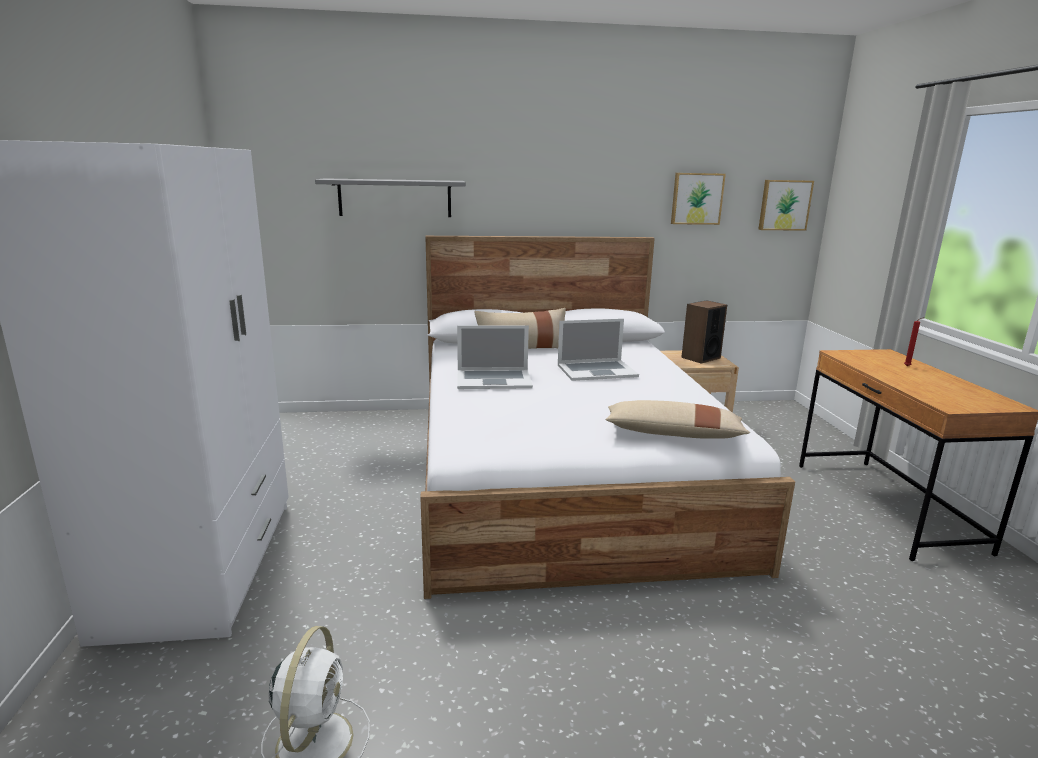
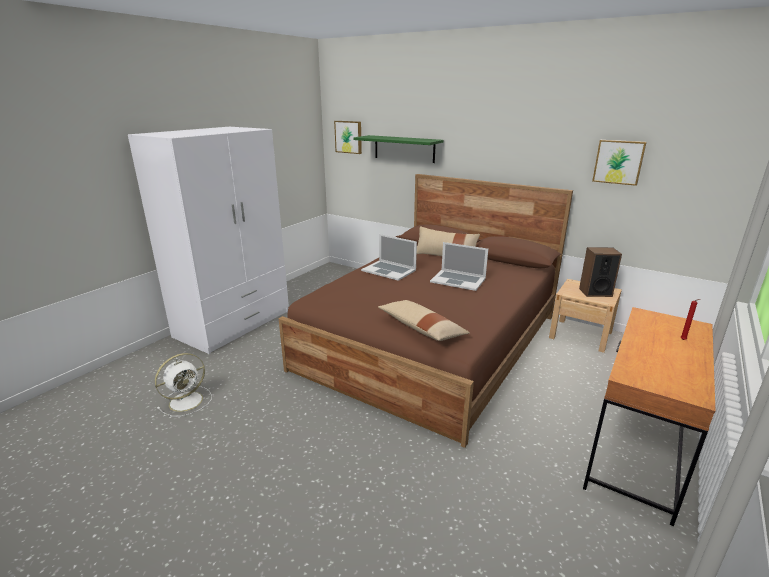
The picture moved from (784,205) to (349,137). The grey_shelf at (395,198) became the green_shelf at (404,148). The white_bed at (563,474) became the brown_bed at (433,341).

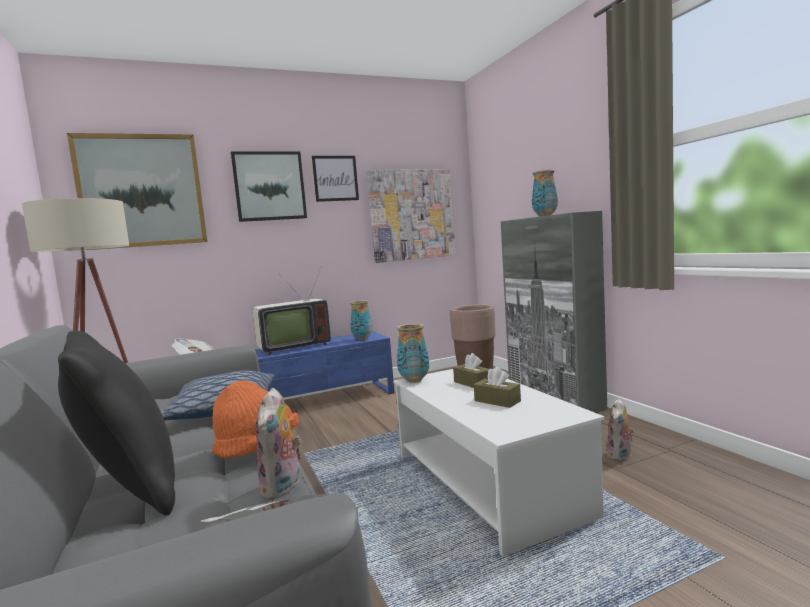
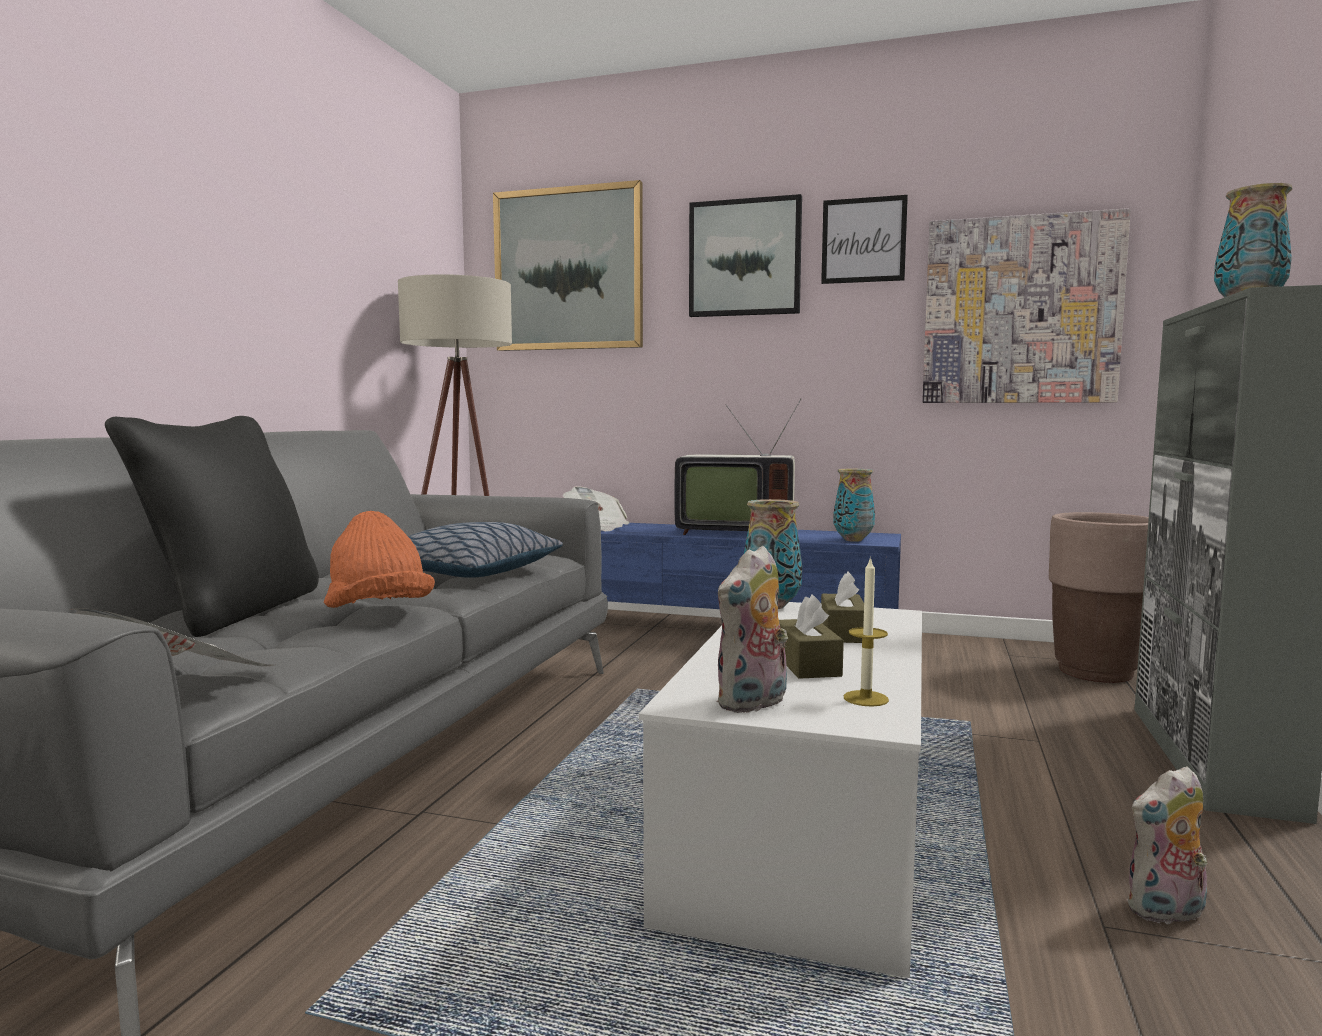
The candle at (866,698) appeared. The plush_toy moved from (283,488) to (753,703).

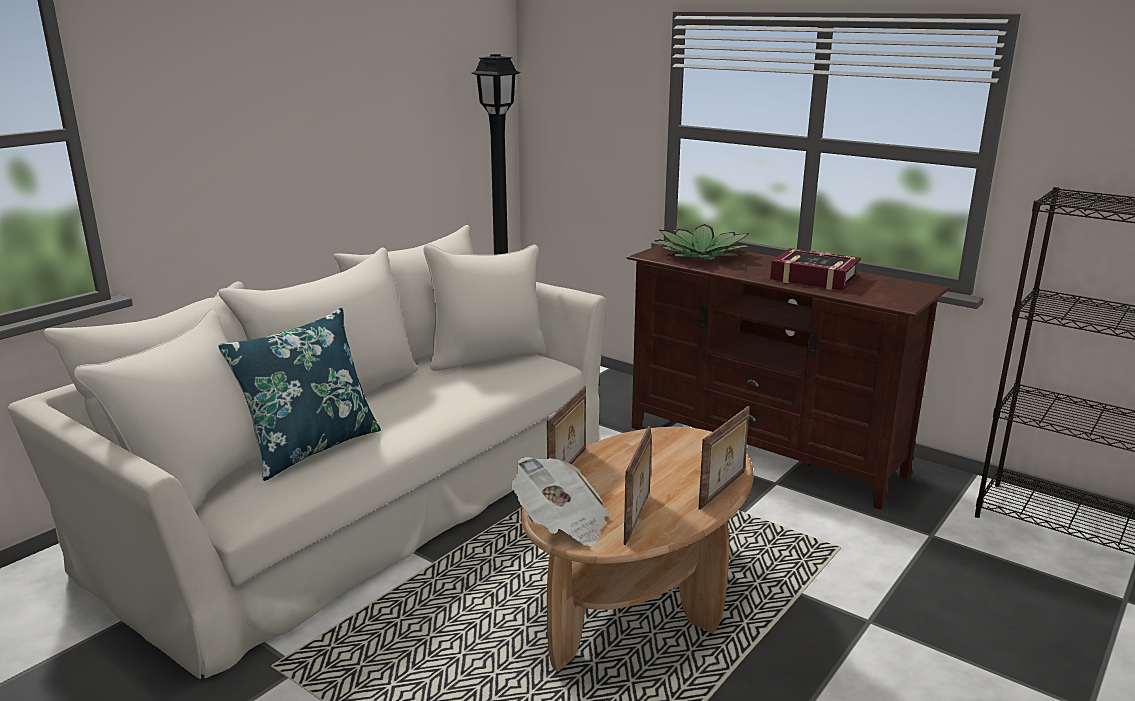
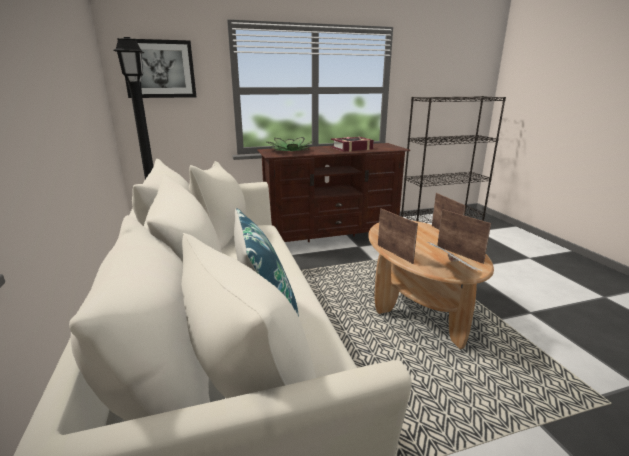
The picture at (159,69) appeared.

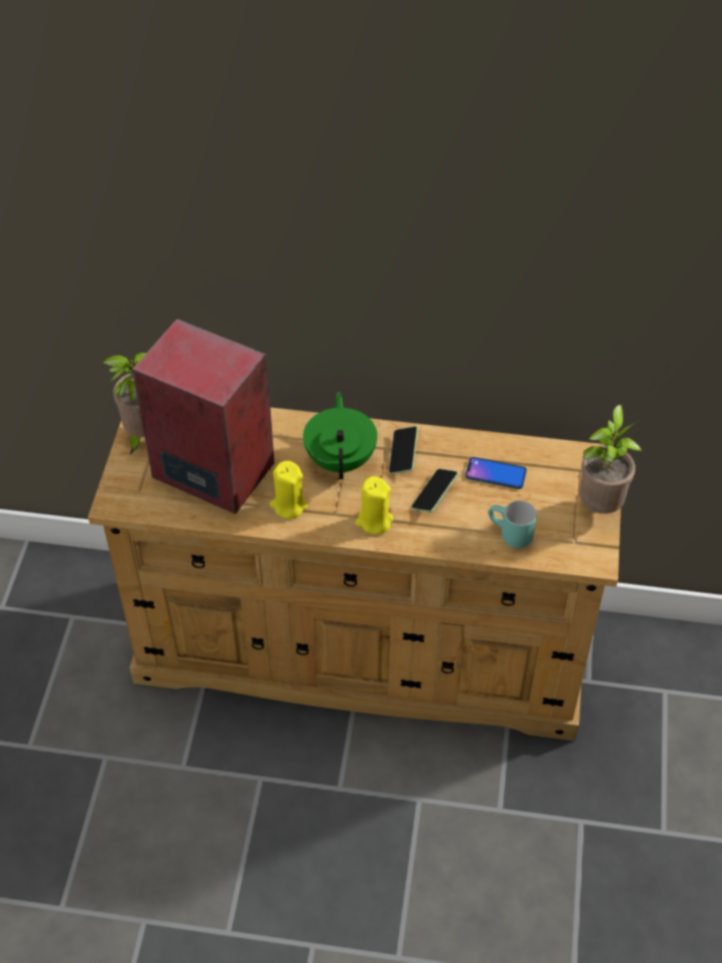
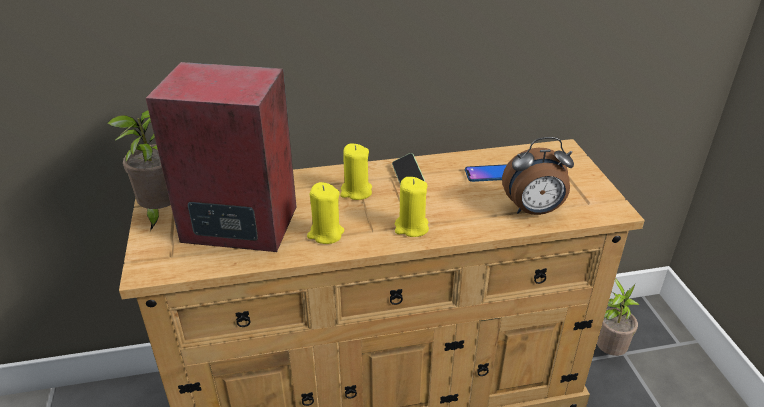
The phone at (434,495) disappeared. The potted_plant moved from (600,505) to (608,351). The green_teapot at (341,459) was replaced by the yellow_candle at (356,192). The turquoise_mug at (509,535) was replaced by the alarm_clock at (533,211).

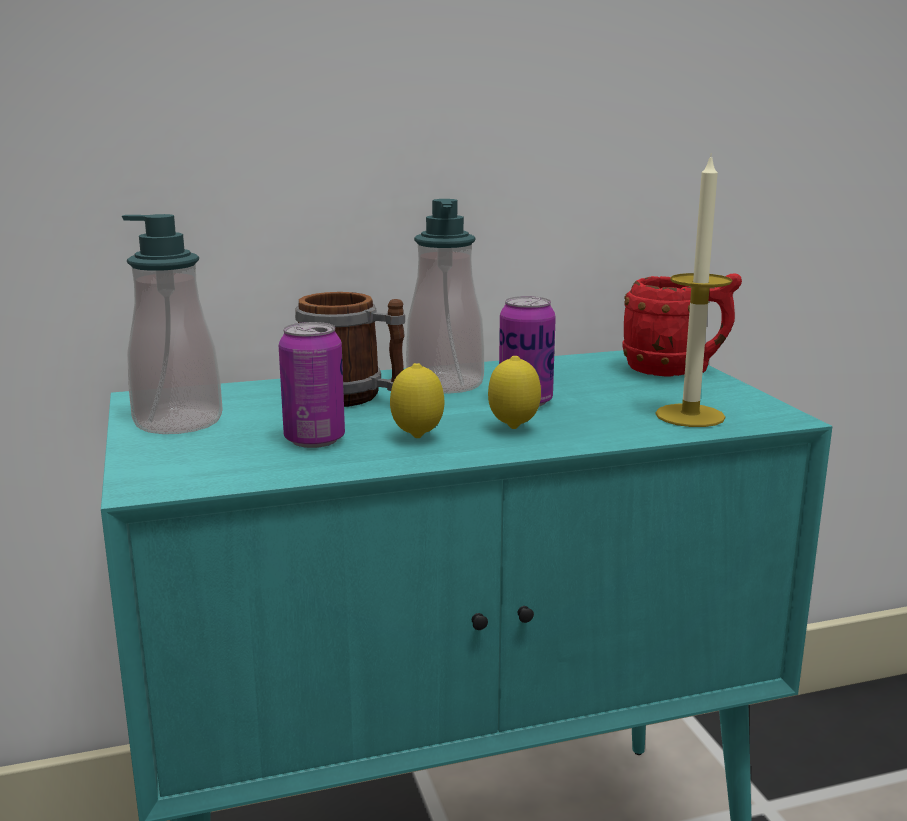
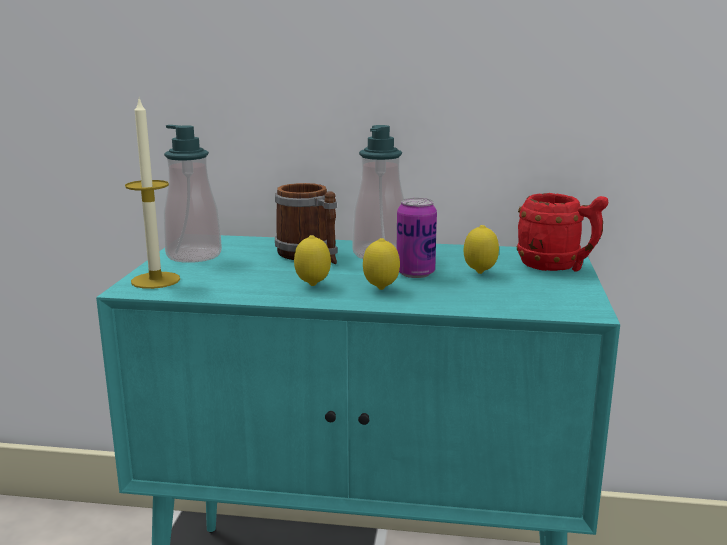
The can at (314,439) disappeared. The lemon at (480,273) appeared. The candle moved from (690,416) to (155,280).

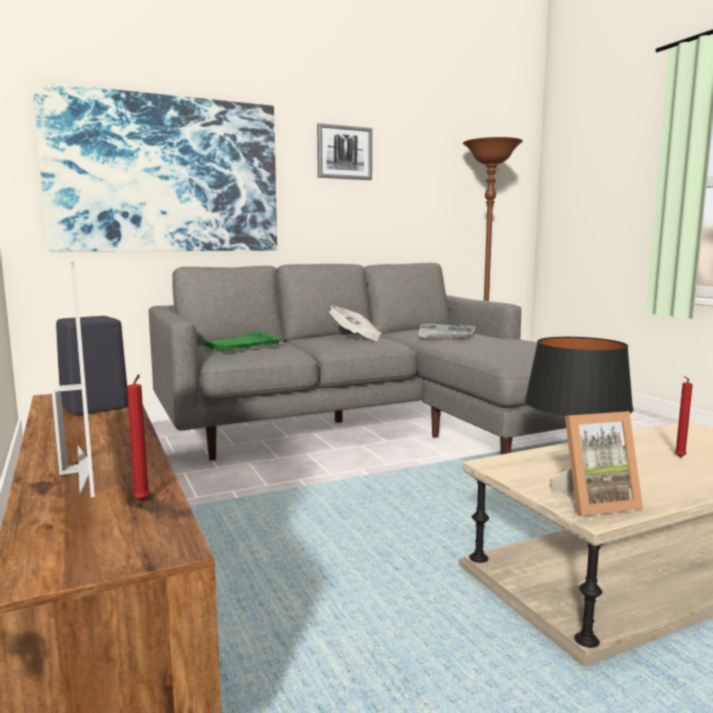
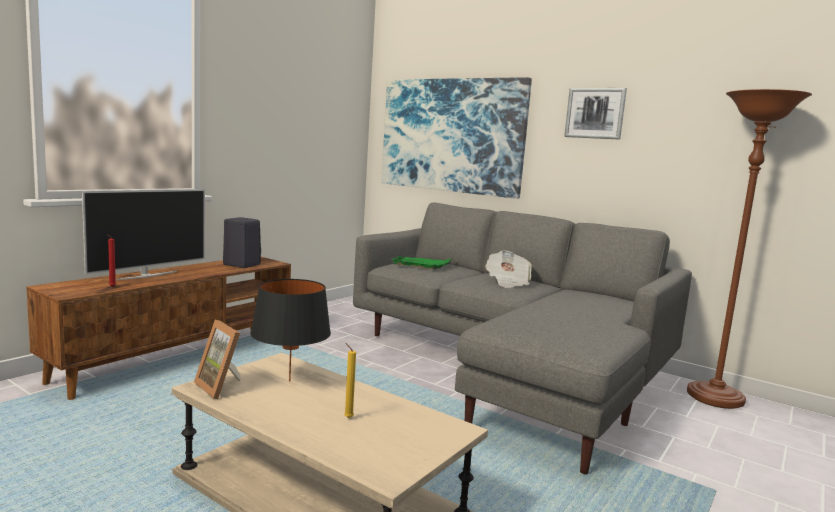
The grey_tray at (446,335) disappeared. The red_candle at (679,457) became the yellow_candle at (347,417).

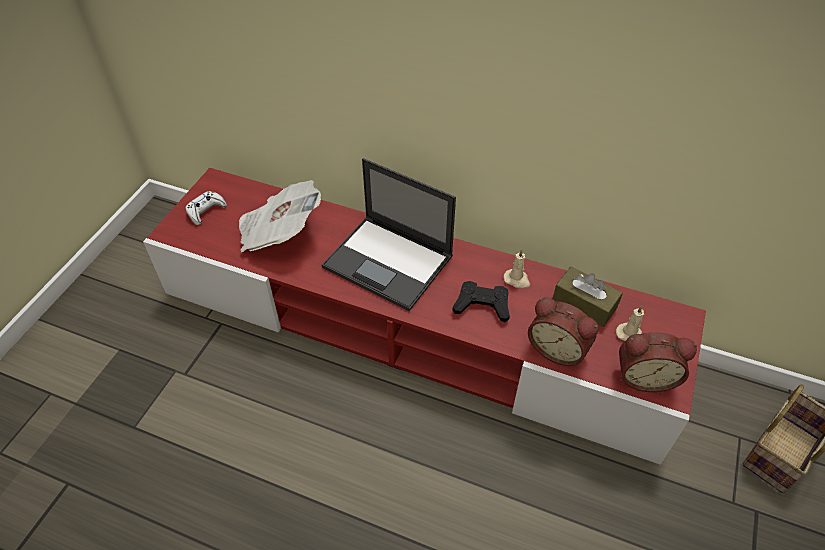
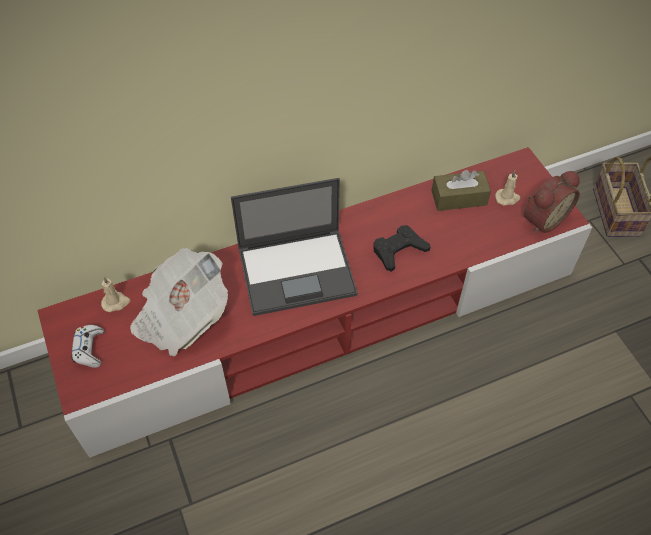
The alarm_clock at (558,348) disappeared. The beige_candle moved from (517,280) to (116,302).

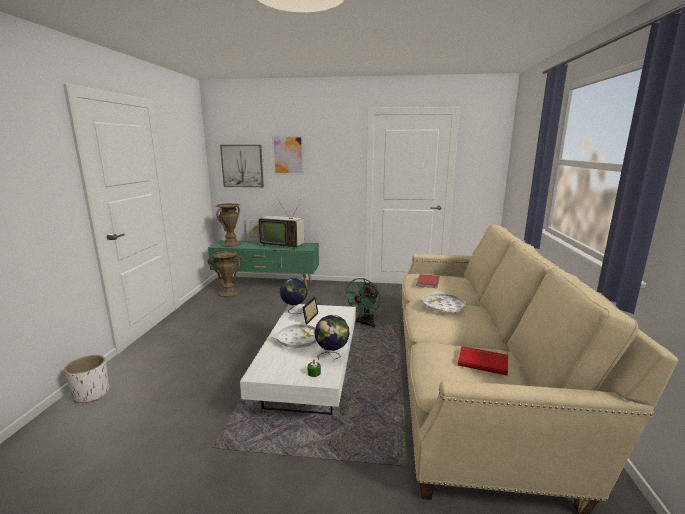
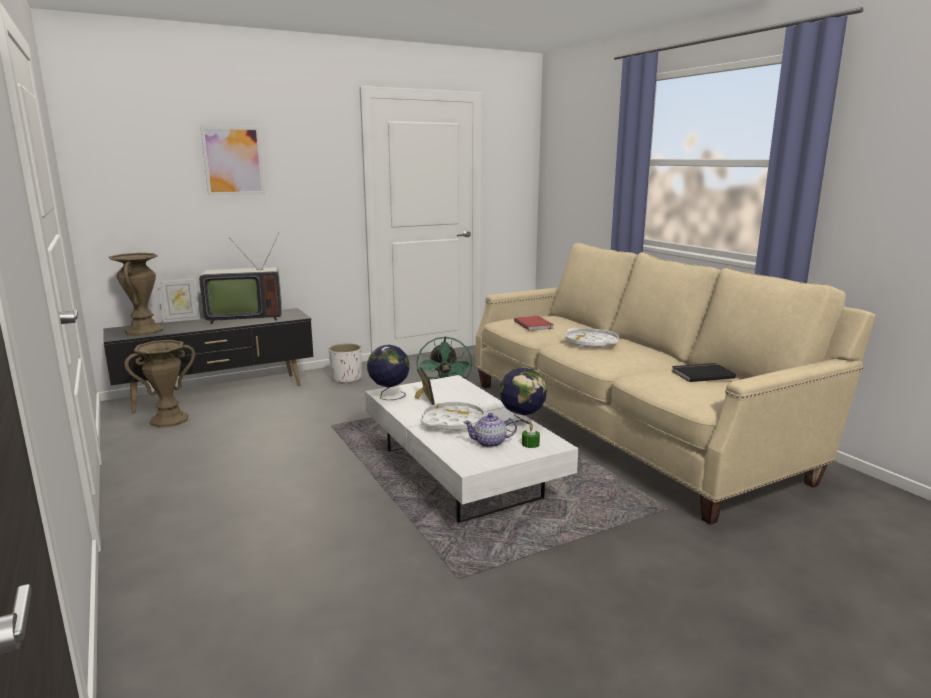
The picture at (242,166) disappeared. The teapot at (490,443) appeared. The white_planter moved from (91,394) to (346,379). The green_tv_stand at (267,284) became the black_tv_stand at (219,393). The red_book at (482,361) became the black_book at (701,374).

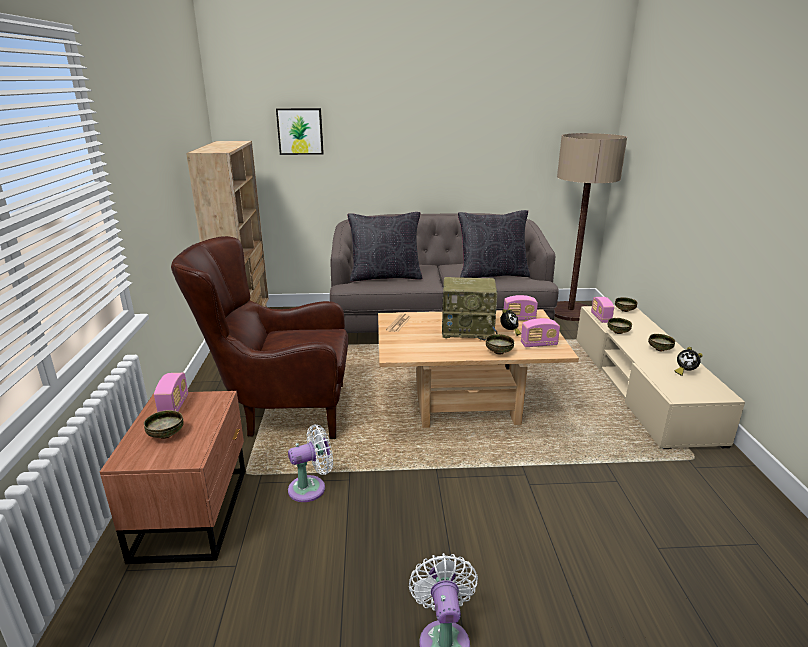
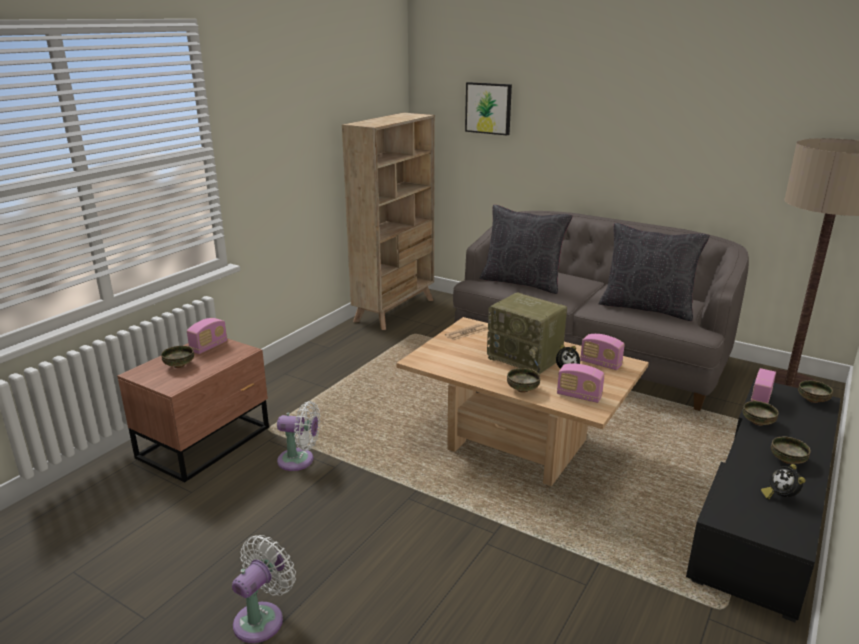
The brown_armchair at (279,411) disappeared. The beige_tv_stand at (640,386) became the black_tv_stand at (765,505).

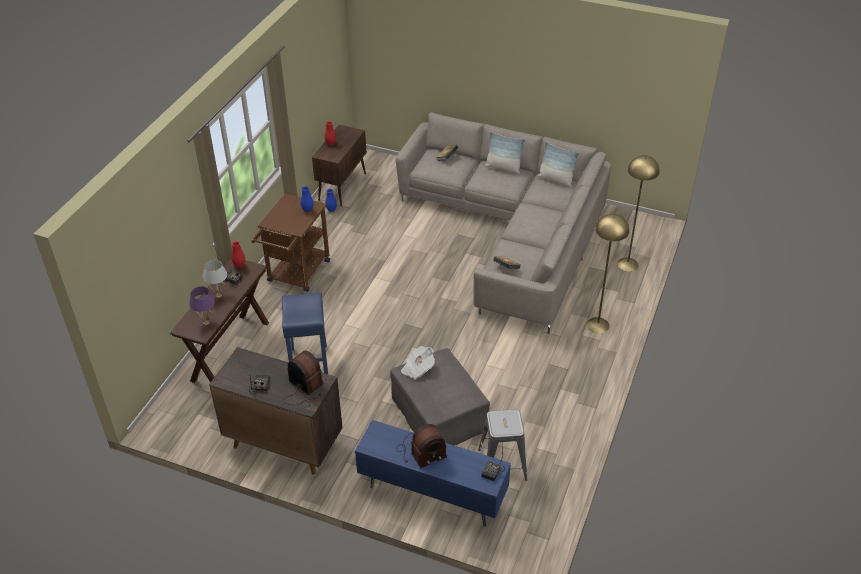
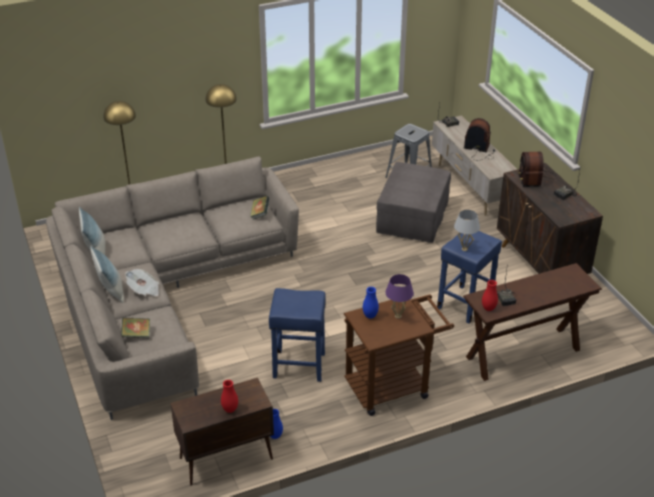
The blue_stool at (298,365) appeared. The purple_table_lamp moved from (206,323) to (398,316). The white_table_lamp moved from (219,295) to (464,249). The newspaper moved from (417,368) to (144,290). The blue_tv_stand at (432,495) became the beige_tv_stand at (470,187).

